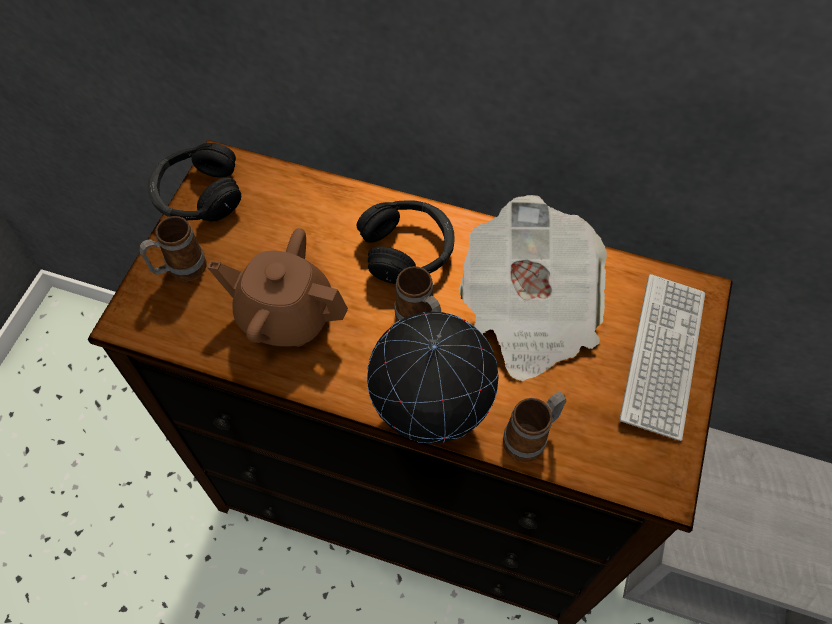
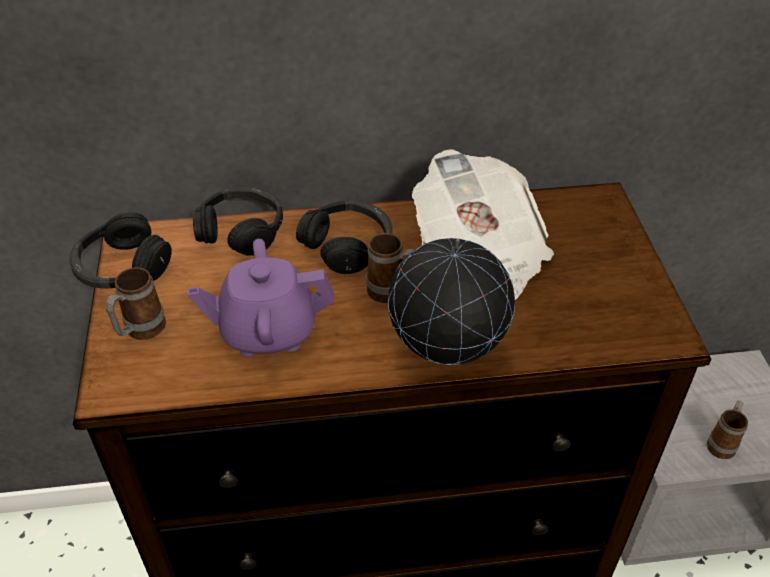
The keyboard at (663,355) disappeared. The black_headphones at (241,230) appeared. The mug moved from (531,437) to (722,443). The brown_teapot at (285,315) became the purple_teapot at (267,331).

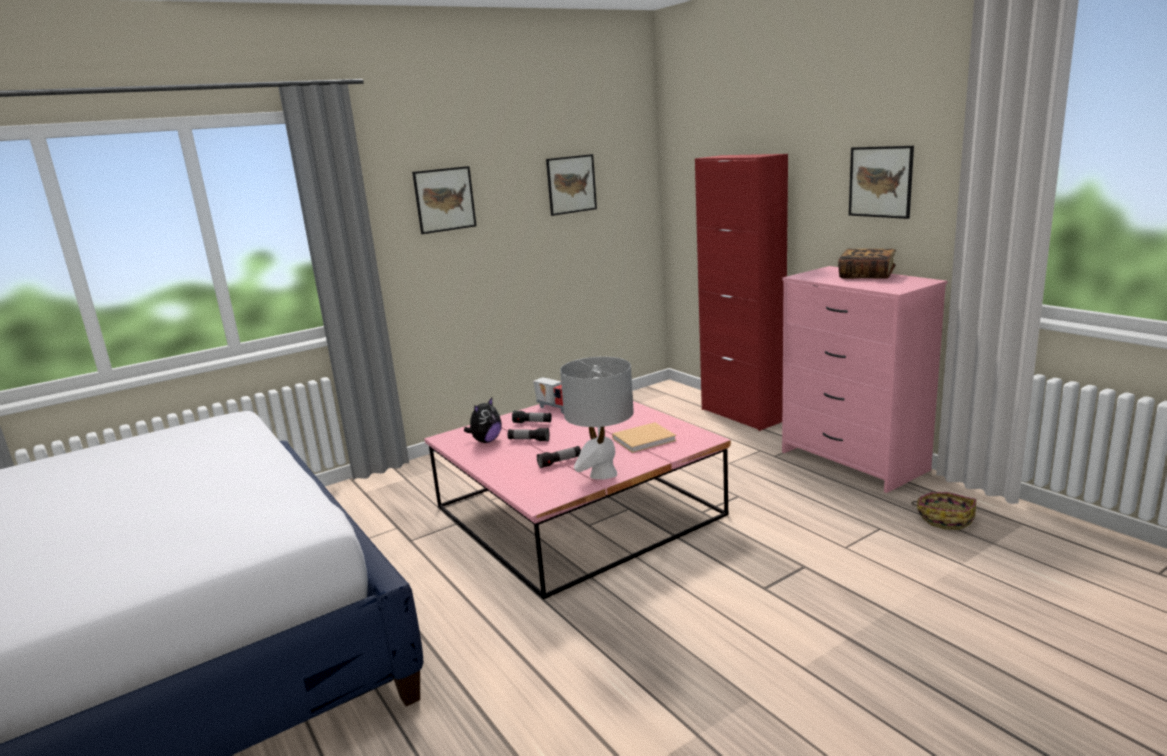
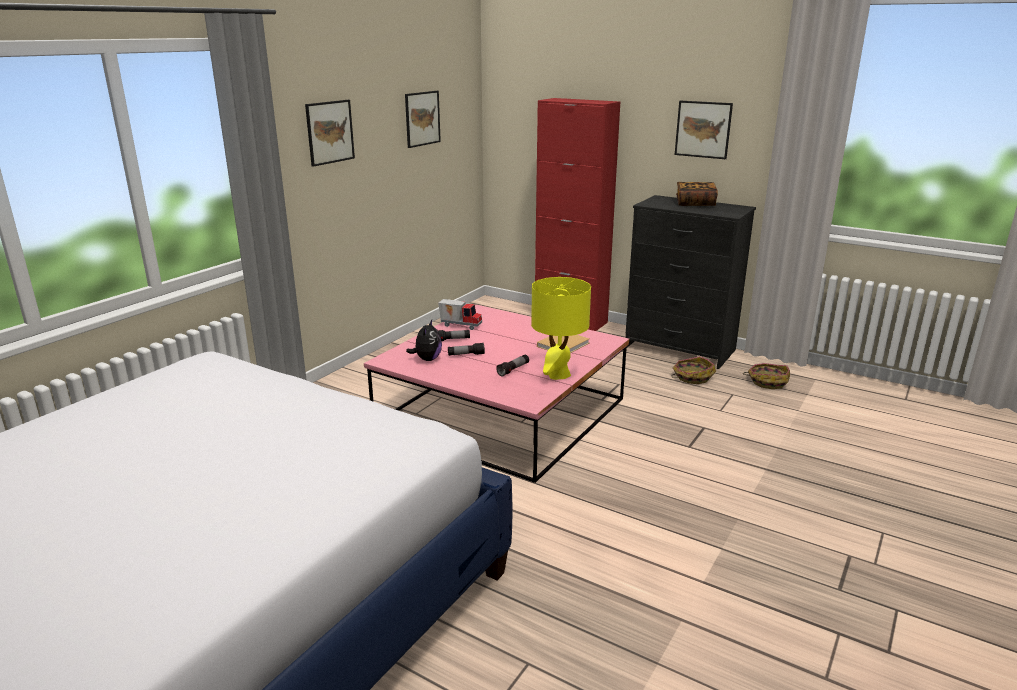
The basket at (692,377) appeared. The grey_table_lamp at (603,474) became the yellow_table_lamp at (558,375). The pink_dresser at (852,461) became the black_dresser at (679,348).

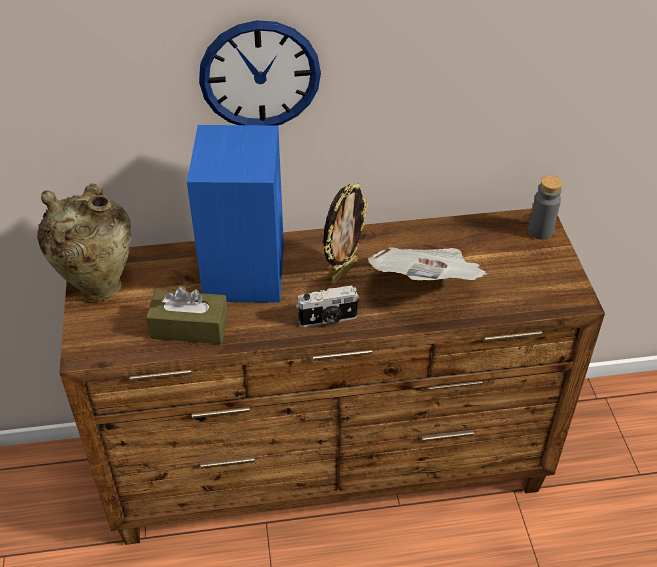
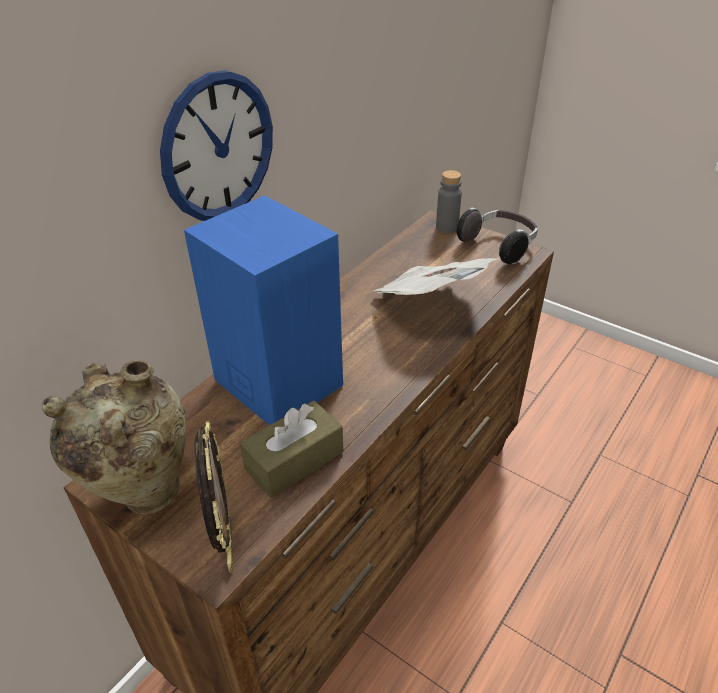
The photo_camera at (328,319) disappeared. The headphones at (499,246) appeared. The picture_frame moved from (343,271) to (227,546).

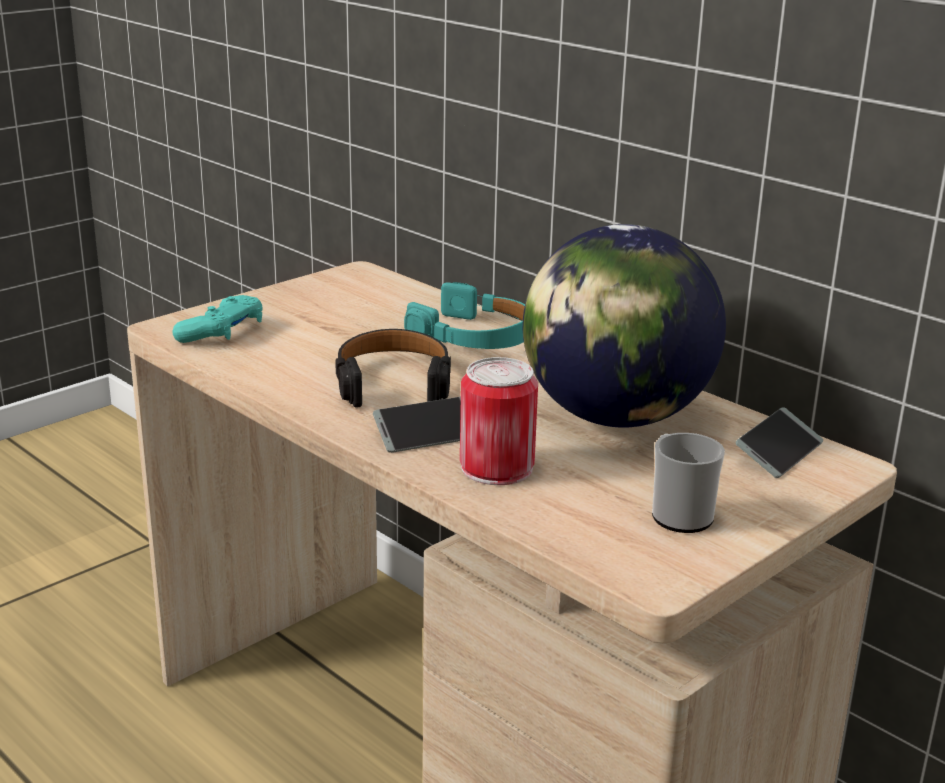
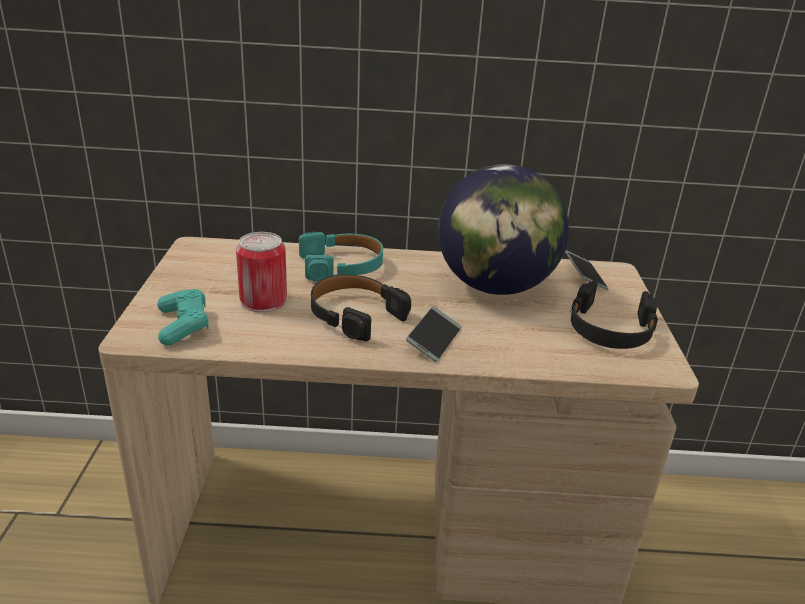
The can moved from (496,467) to (263,300). The mug at (678,514) was replaced by the black_headphones at (610,329).

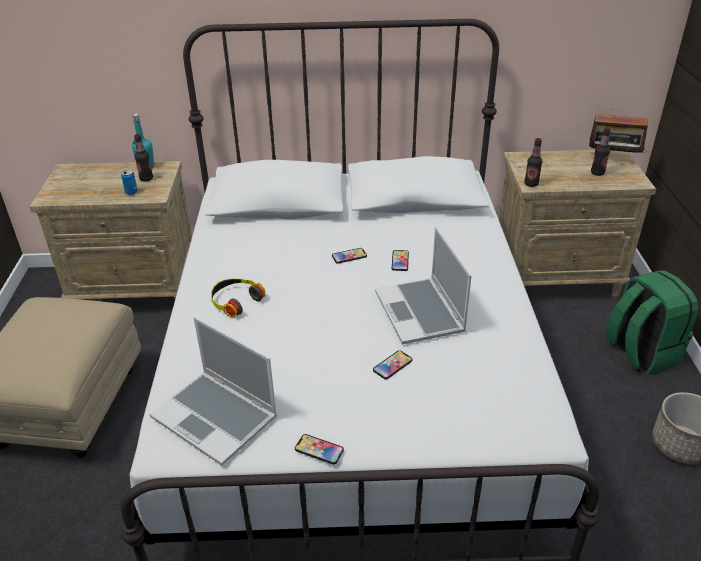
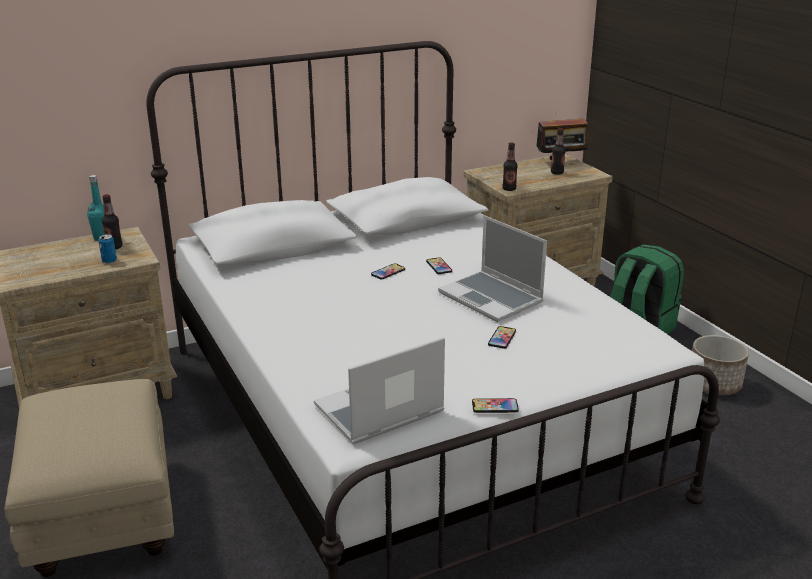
The headphones at (236,301) disappeared. The laptop at (217,417) turned 135 degrees clockwise.

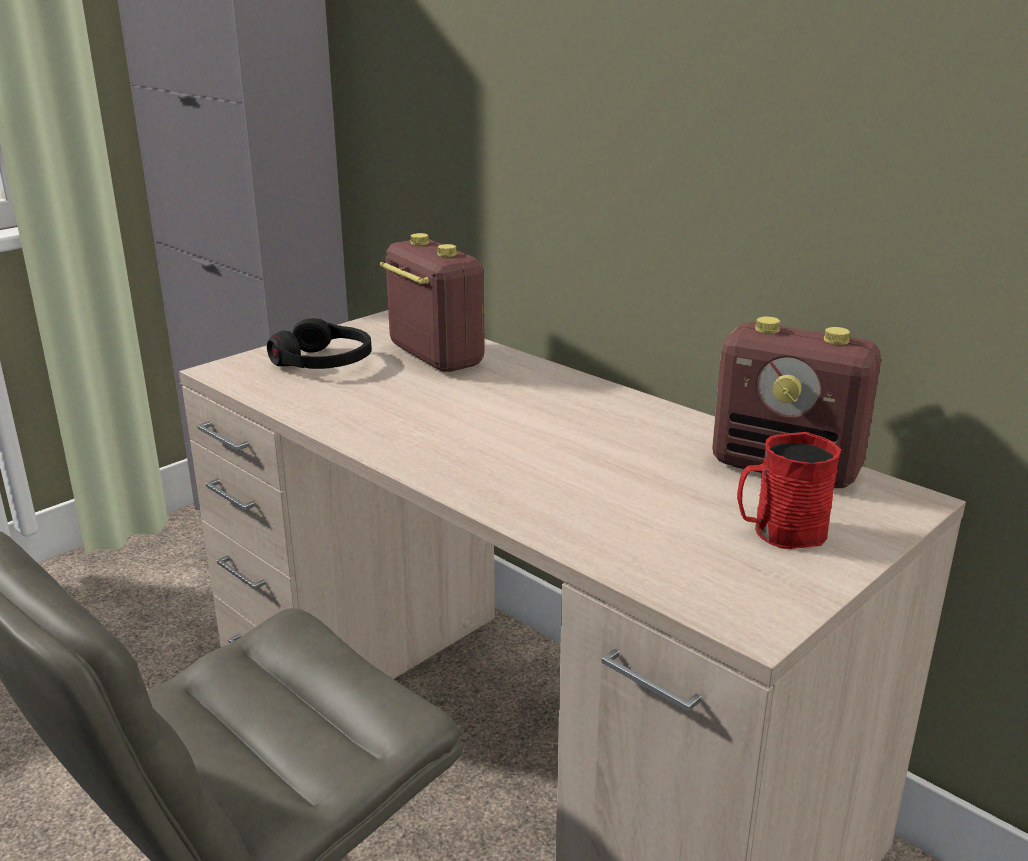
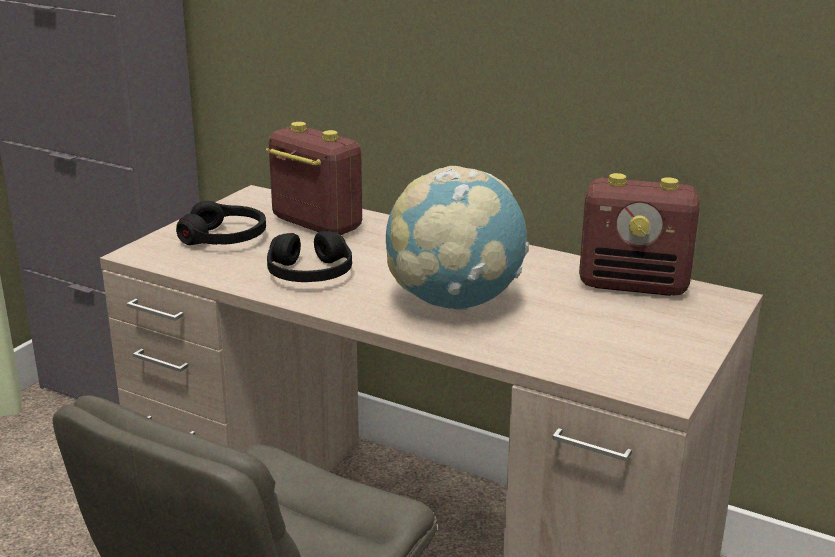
The red_mug at (780,532) disappeared. The black_headphones at (310,273) appeared. The globe at (454,302) appeared.

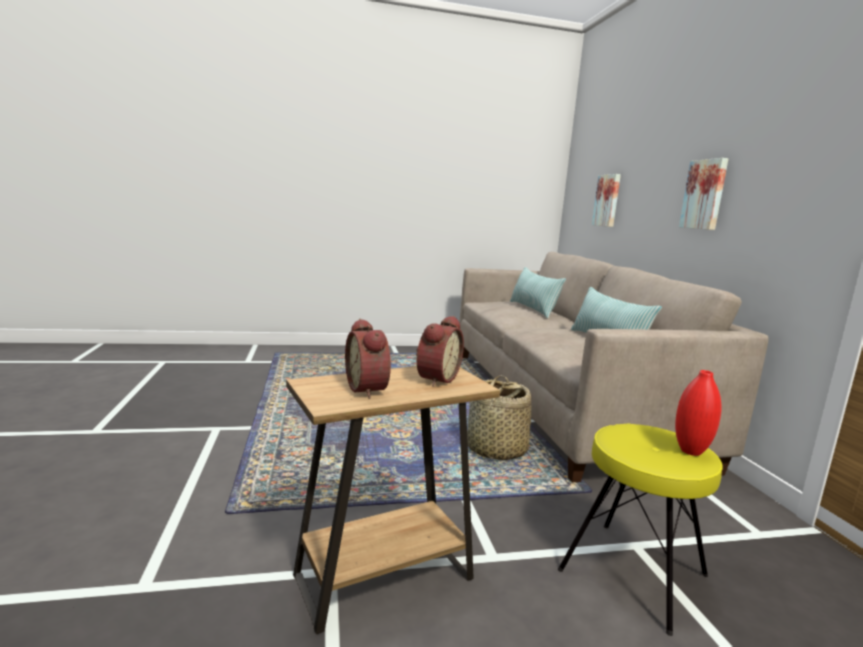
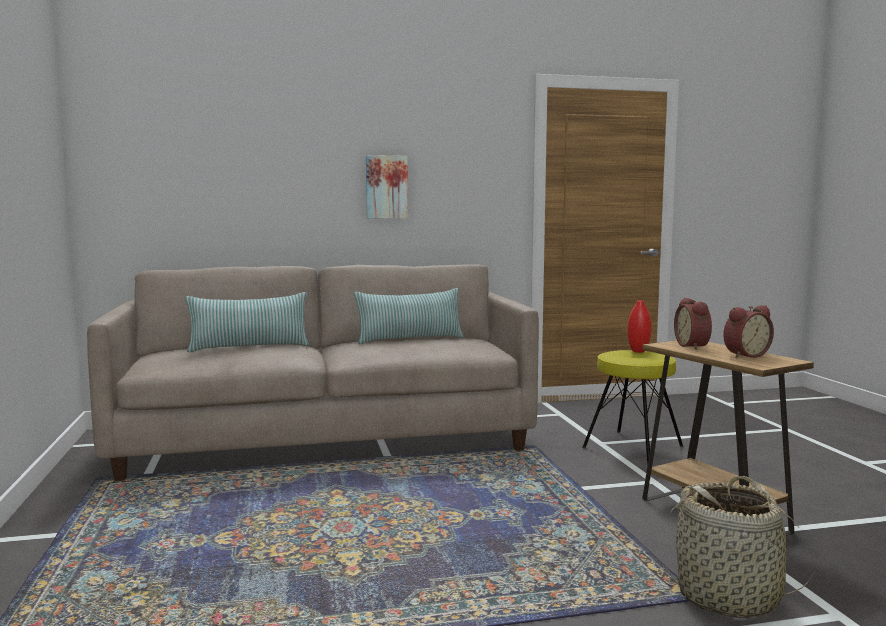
The picture at (607,200) disappeared. The basket moved from (495,449) to (729,597). The alarm_clock at (435,379) turned 120 degrees counterclockwise.

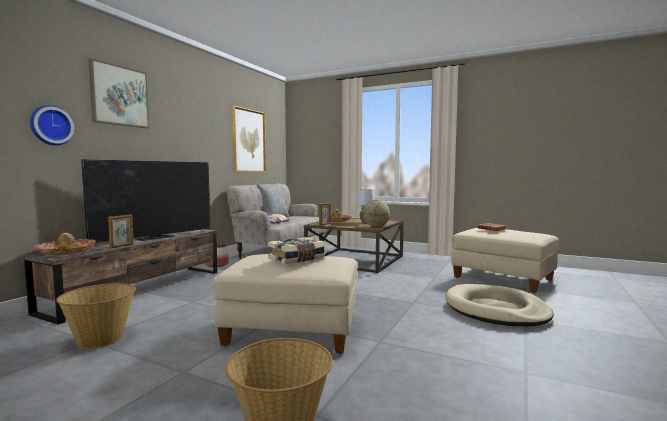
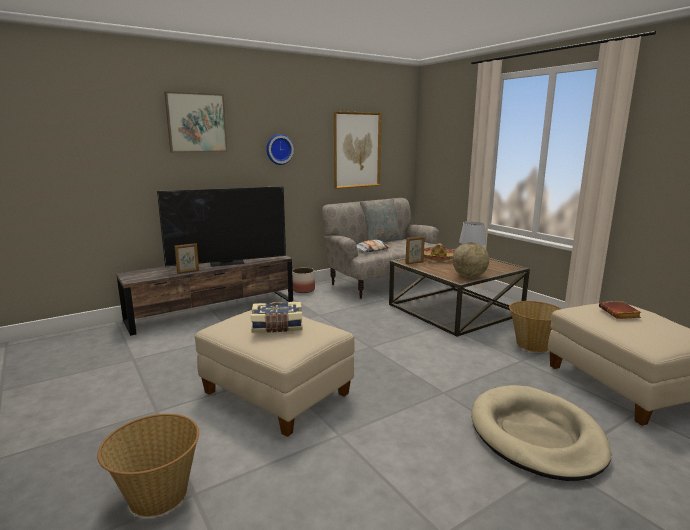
The hat at (66,252) disappeared. The wall_clock moved from (50,125) to (279,149). The basket moved from (100,339) to (533,344).

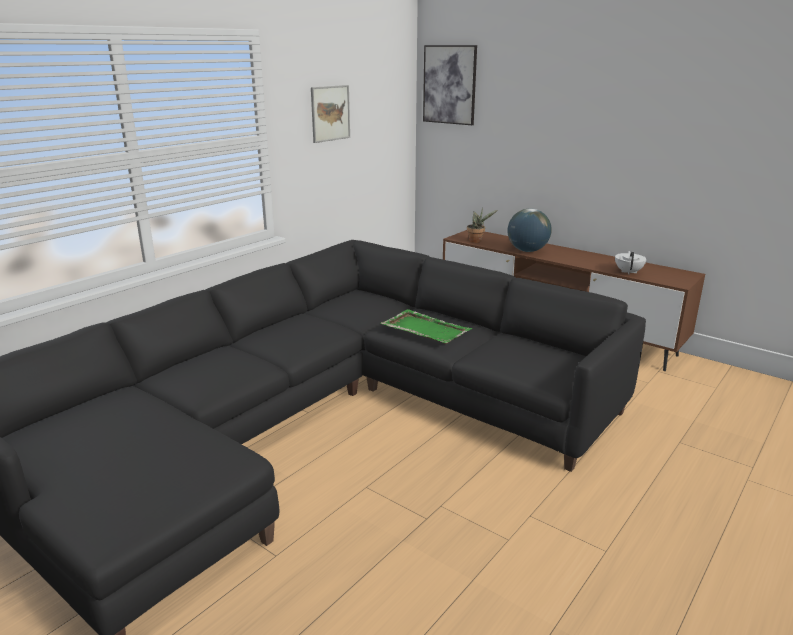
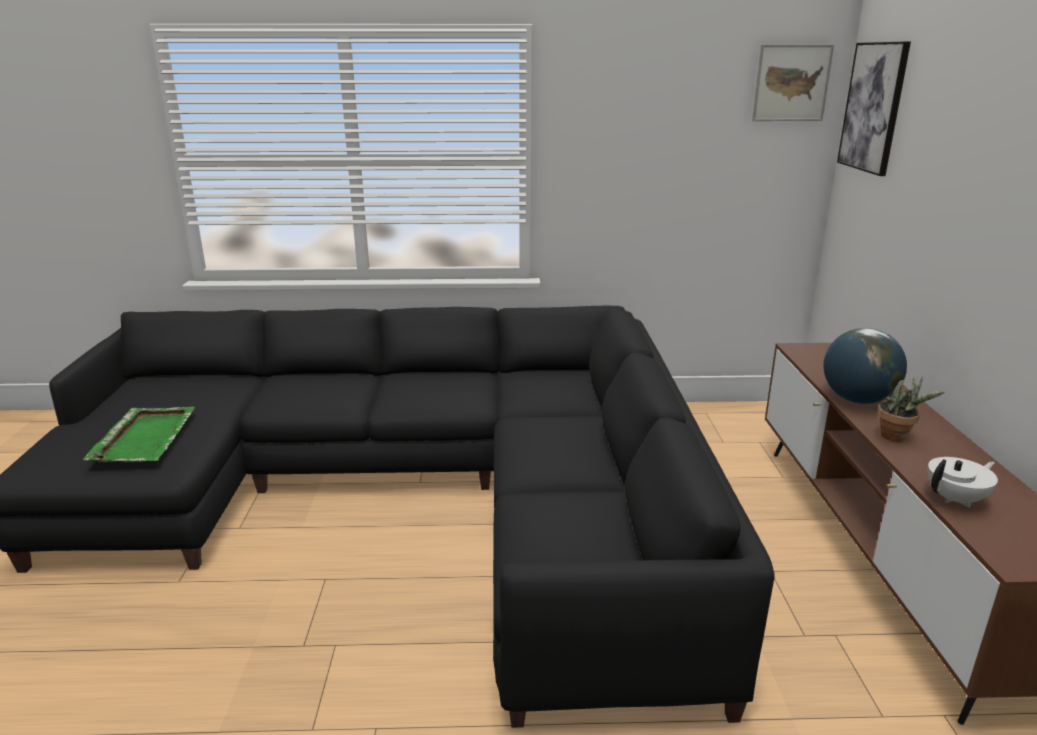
The picture moved from (330,113) to (791,83). The green_tray moved from (425,329) to (145,437). The potted_plant moved from (477,241) to (897,437).

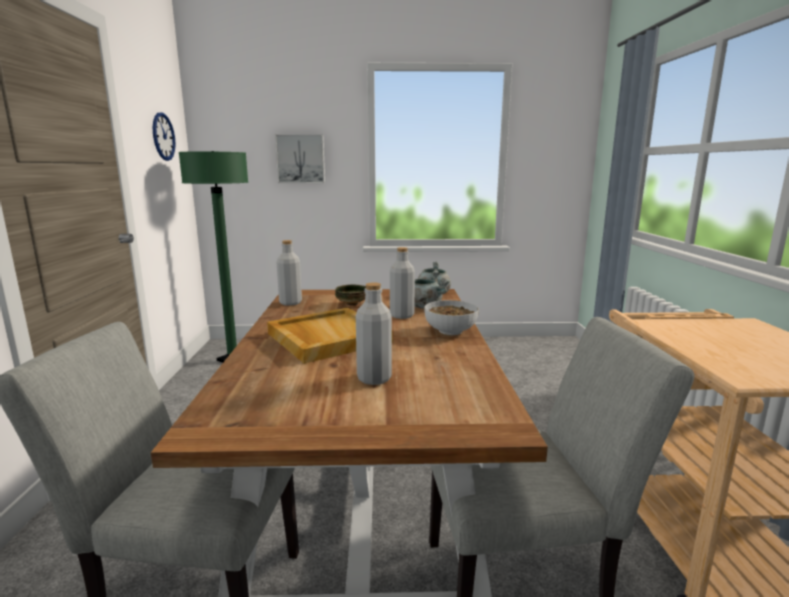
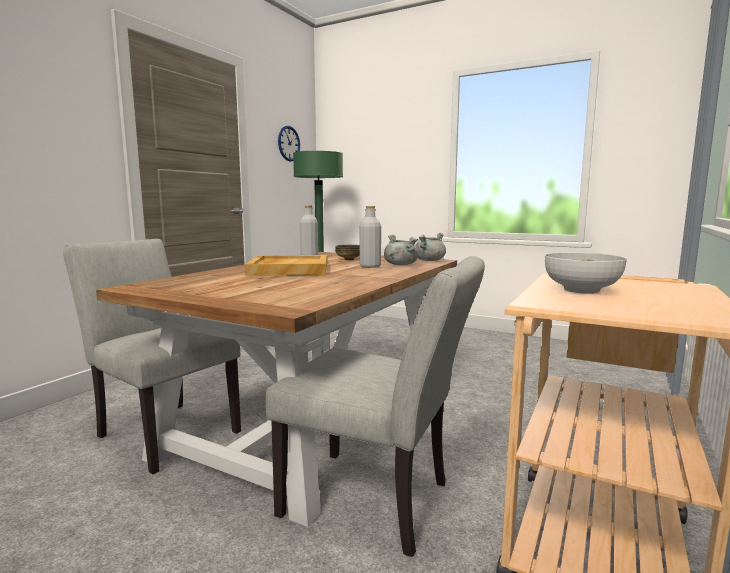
The picture at (300,159) disappeared. The grey_bottle at (374,378) disappeared. The bowl moved from (449,331) to (580,290).

